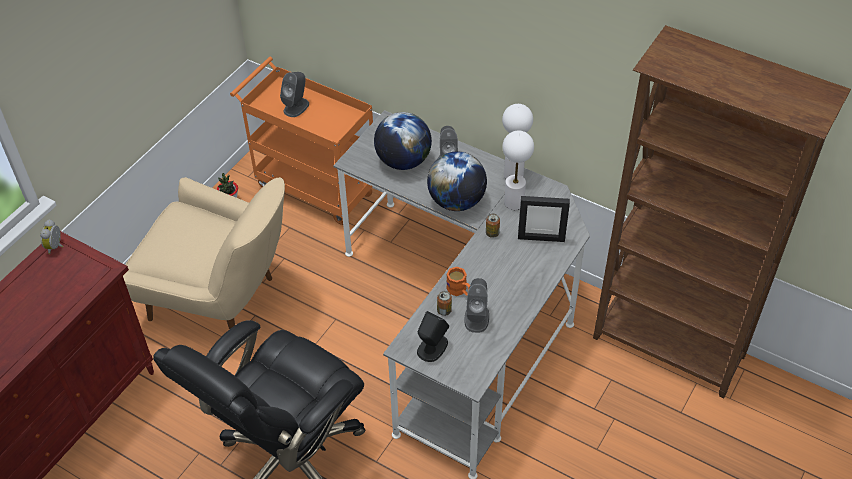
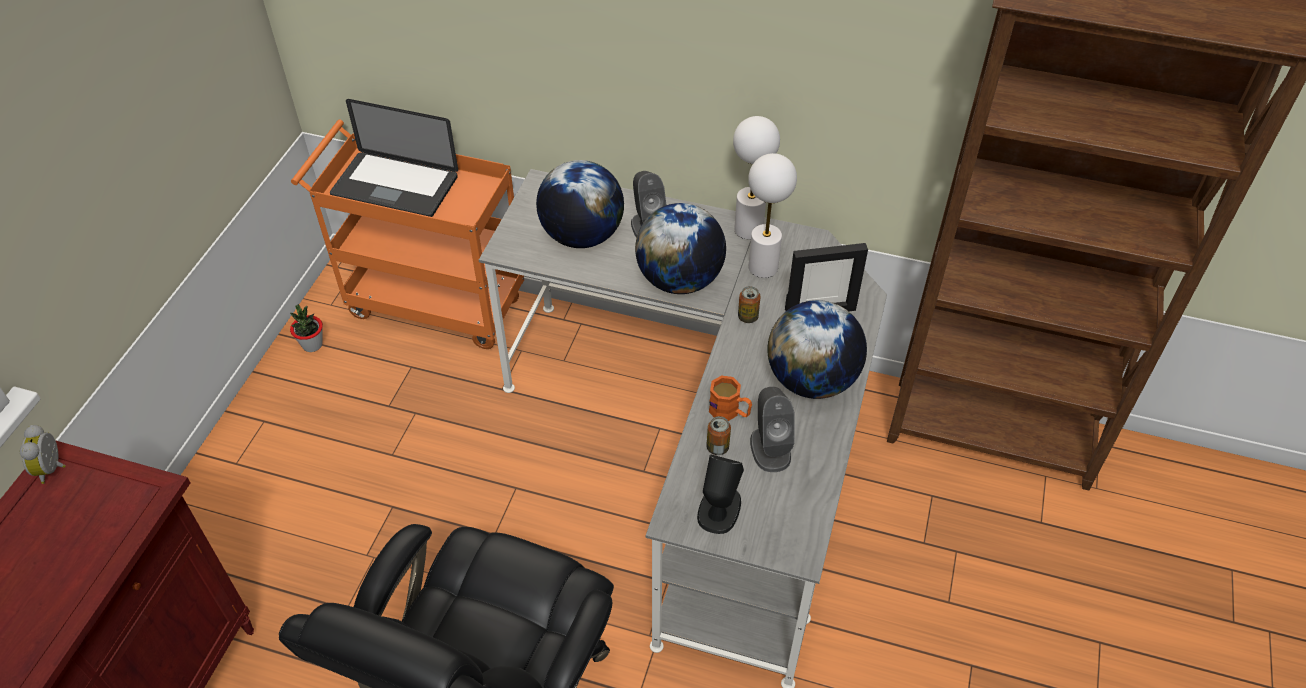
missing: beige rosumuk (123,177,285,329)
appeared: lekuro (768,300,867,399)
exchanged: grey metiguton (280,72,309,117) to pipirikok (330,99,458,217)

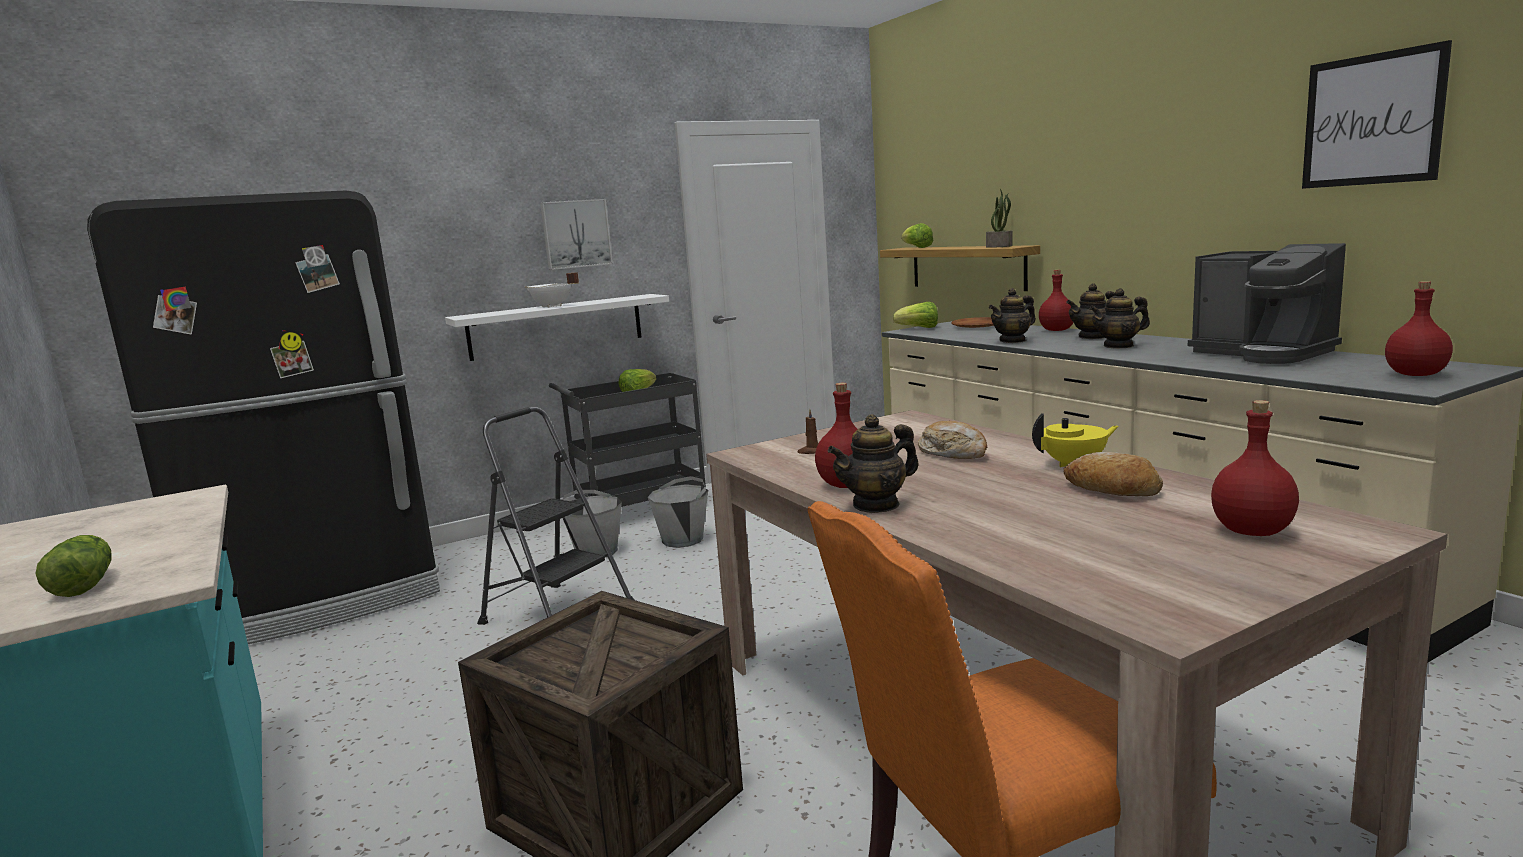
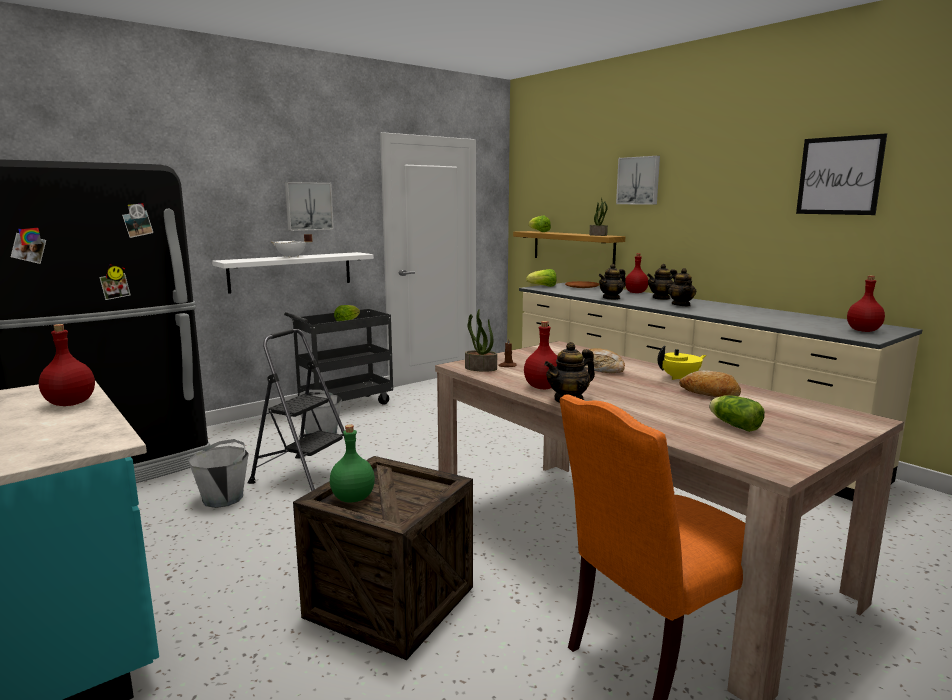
missing: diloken (1188,243,1346,364)
appeared: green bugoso (330,424,375,503); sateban (465,309,497,372); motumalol (616,156,660,205)
relocated: red bugoso (1211,400,1299,536) to (39,324,95,406); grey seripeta (648,476,708,548) to (188,439,249,508); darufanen (35,535,112,597) to (709,395,765,432)
spun: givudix (1089,288,1150,349) = (668,268,696,306) 75 degrees counterclockwise

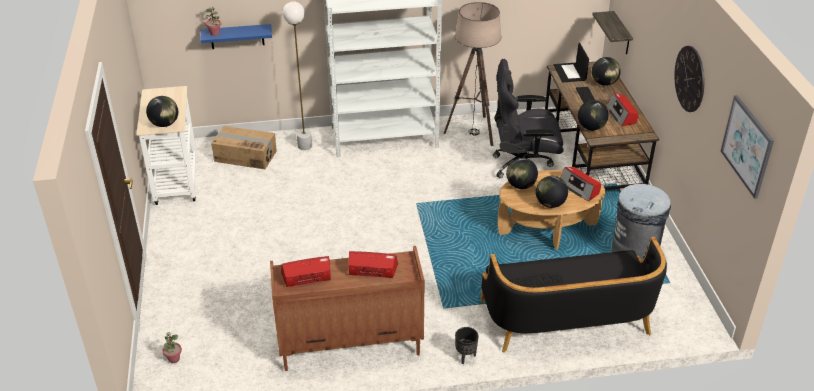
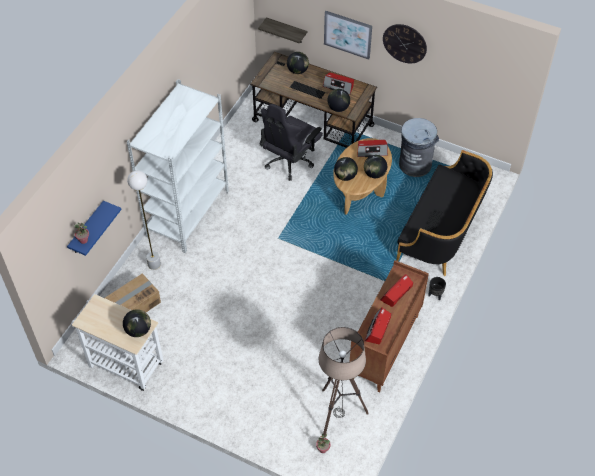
missing: pipirikok (554,42,589,82)
relocated: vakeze (444,2,501,146) to (319,327,368,437); motumalol (721,95,774,199) to (324,11,372,60)

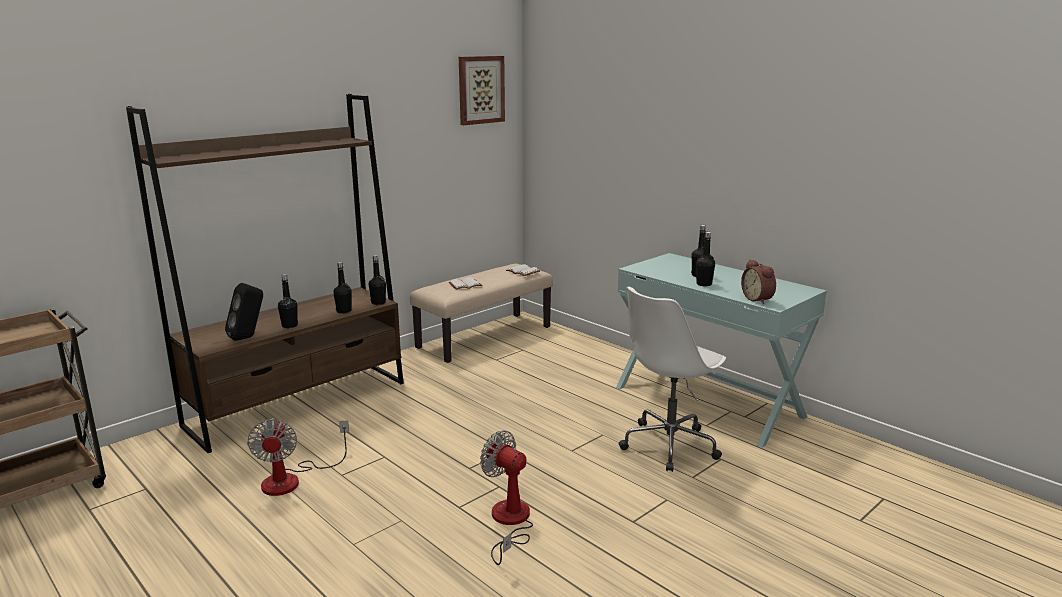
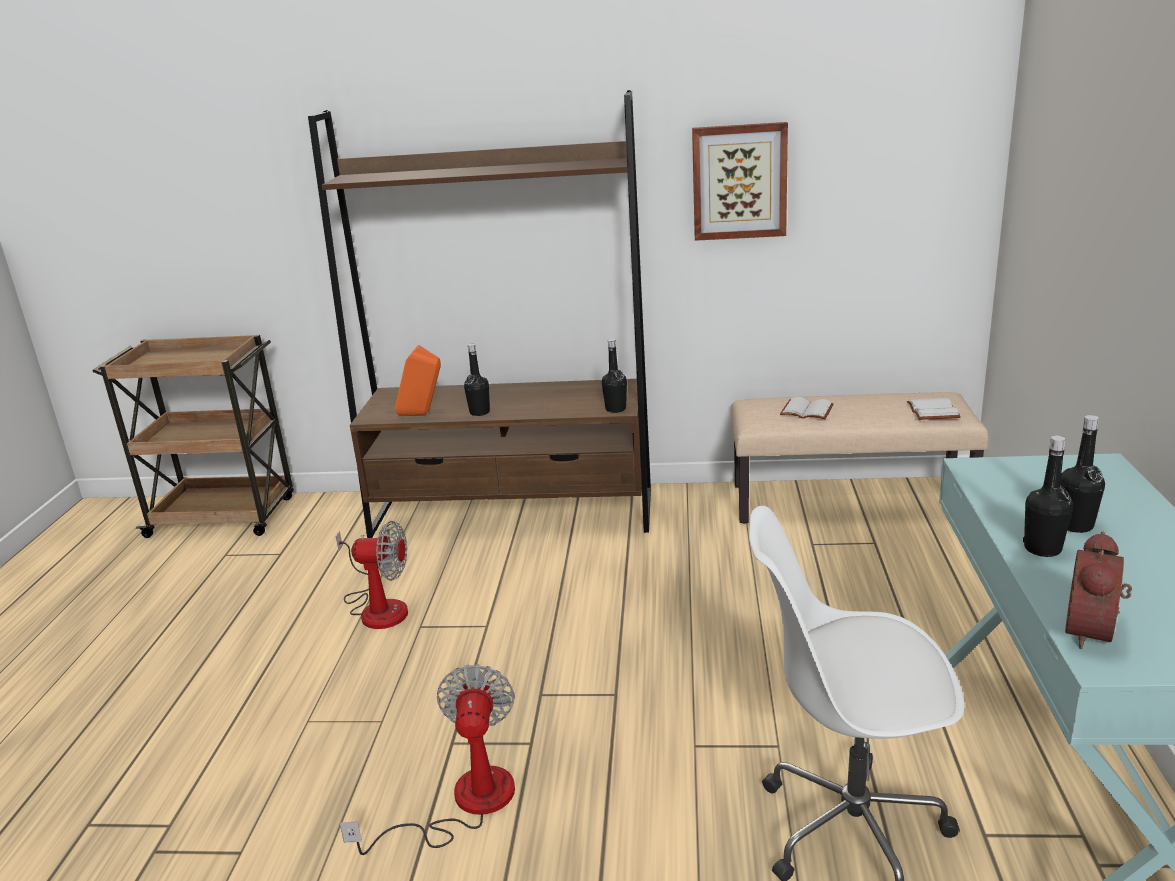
missing: black bugoso (333,262,352,314)
relocated: motumalol (459,56,505,125) to (692,122,788,241)
colour: black metiguton (225,283,263,341) to orange metiguton (395,345,441,416)
spun: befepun (247,418,349,496) = (336,521,408,629) 120 degrees counterclockwise

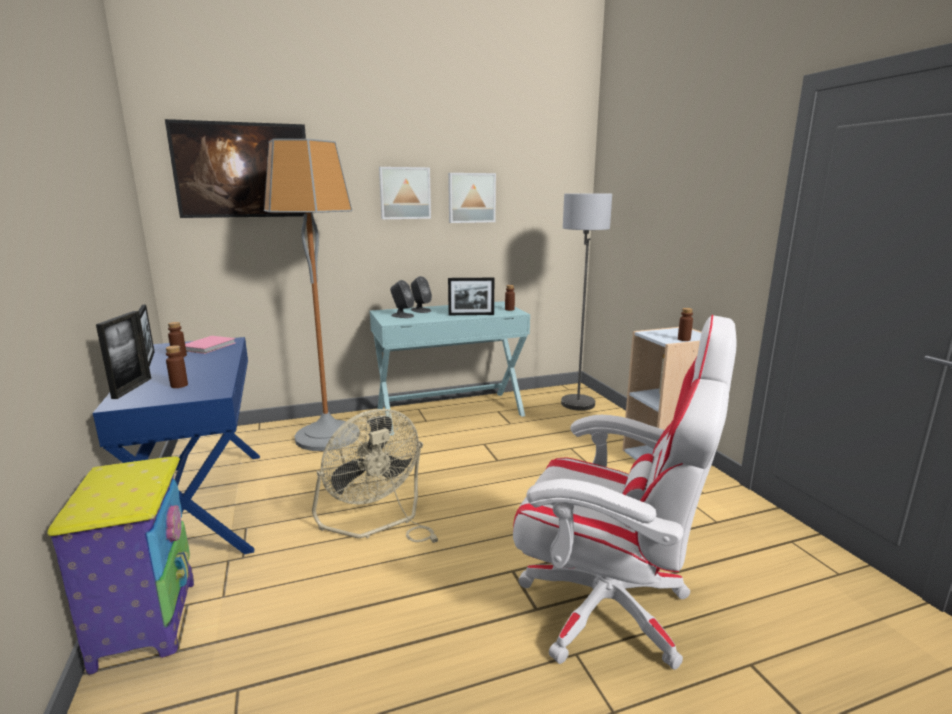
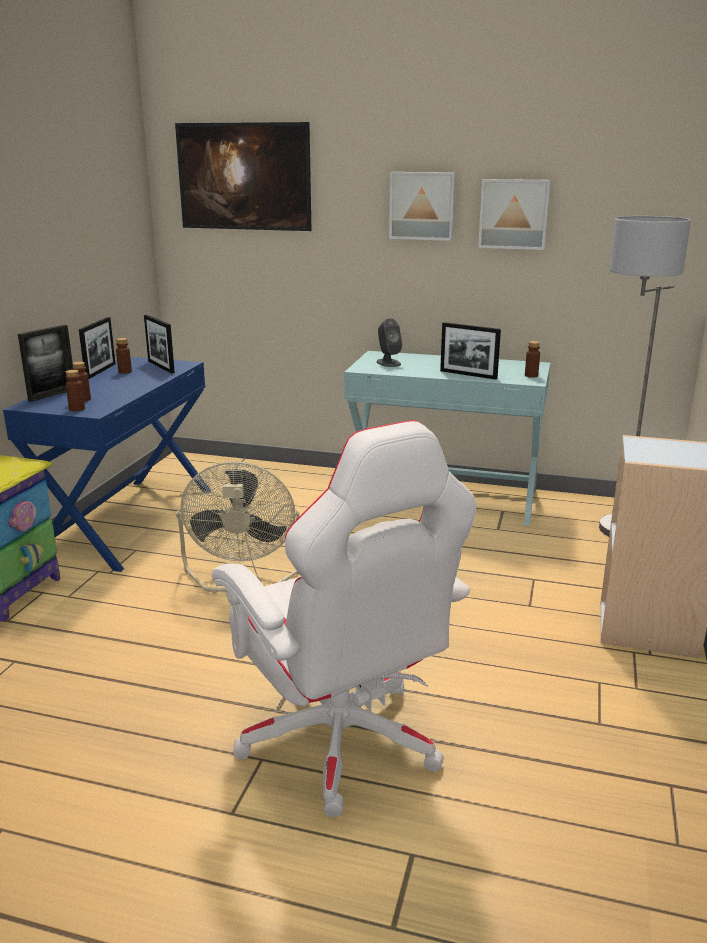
missing: vakeze (264,139,360,451); grey metiguton (411,276,432,313)
relocated: brown bugoso (678,308,693,341) to (66,370,85,411)
exchanged: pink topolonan (185,336,235,354) to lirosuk (144,315,175,374)

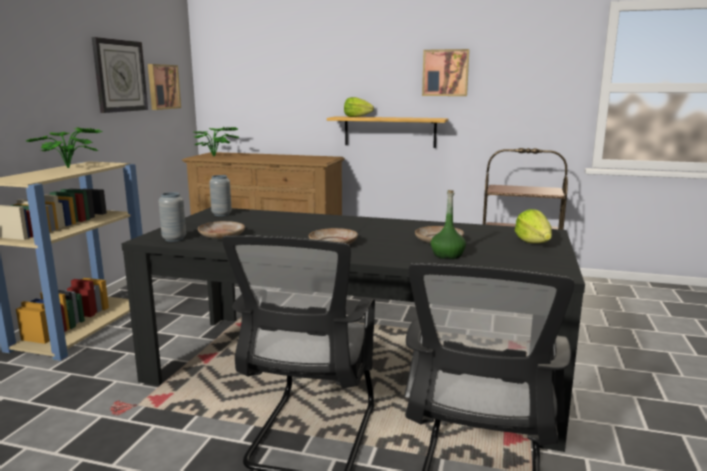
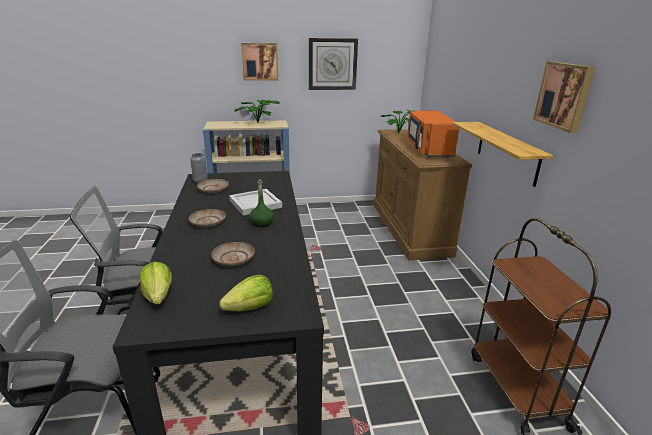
missing: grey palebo (209,175,232,216)
appeared: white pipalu (229,189,282,216); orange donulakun (407,110,459,157)
relocated: darufanen (344,97,374,117) to (140,262,172,305); motumalol (148,64,181,110) to (241,43,278,80); green bugoso (431,190,466,259) to (249,179,274,227)

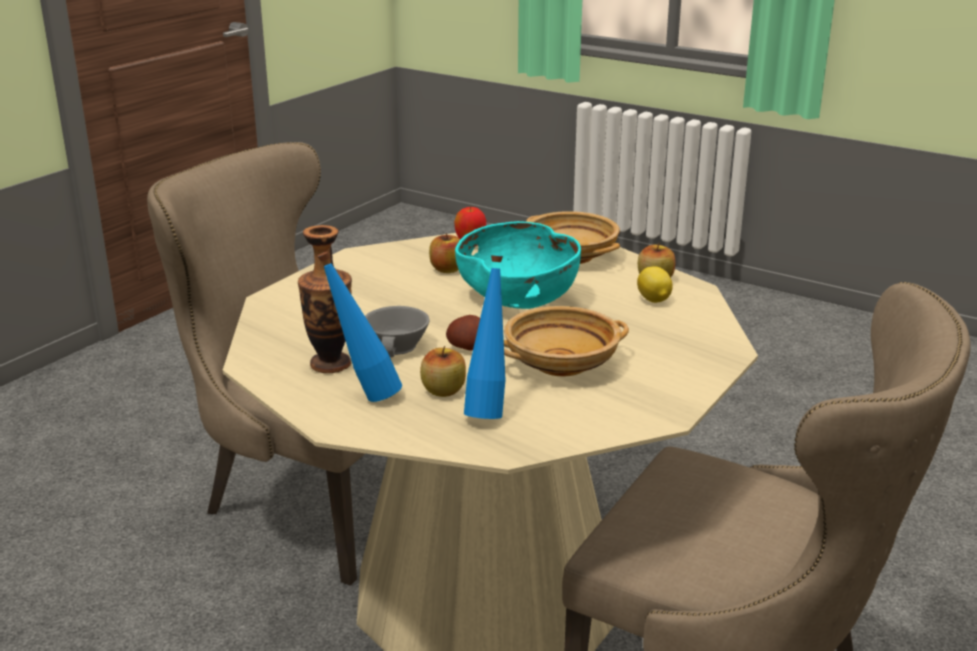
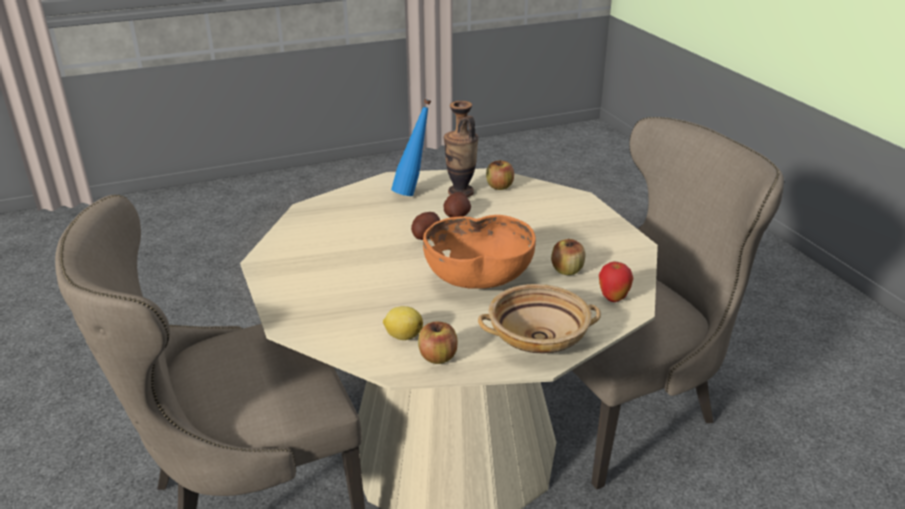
missing: blue bugoso (464,255,506,419); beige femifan (504,306,629,376)
relocated: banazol (420,346,466,397) to (486,159,514,190)
exchanged: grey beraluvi (365,306,430,358) to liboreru (444,192,471,218)
colour: turquoise femifan (455,221,581,309) to orange femifan (423,215,536,289)

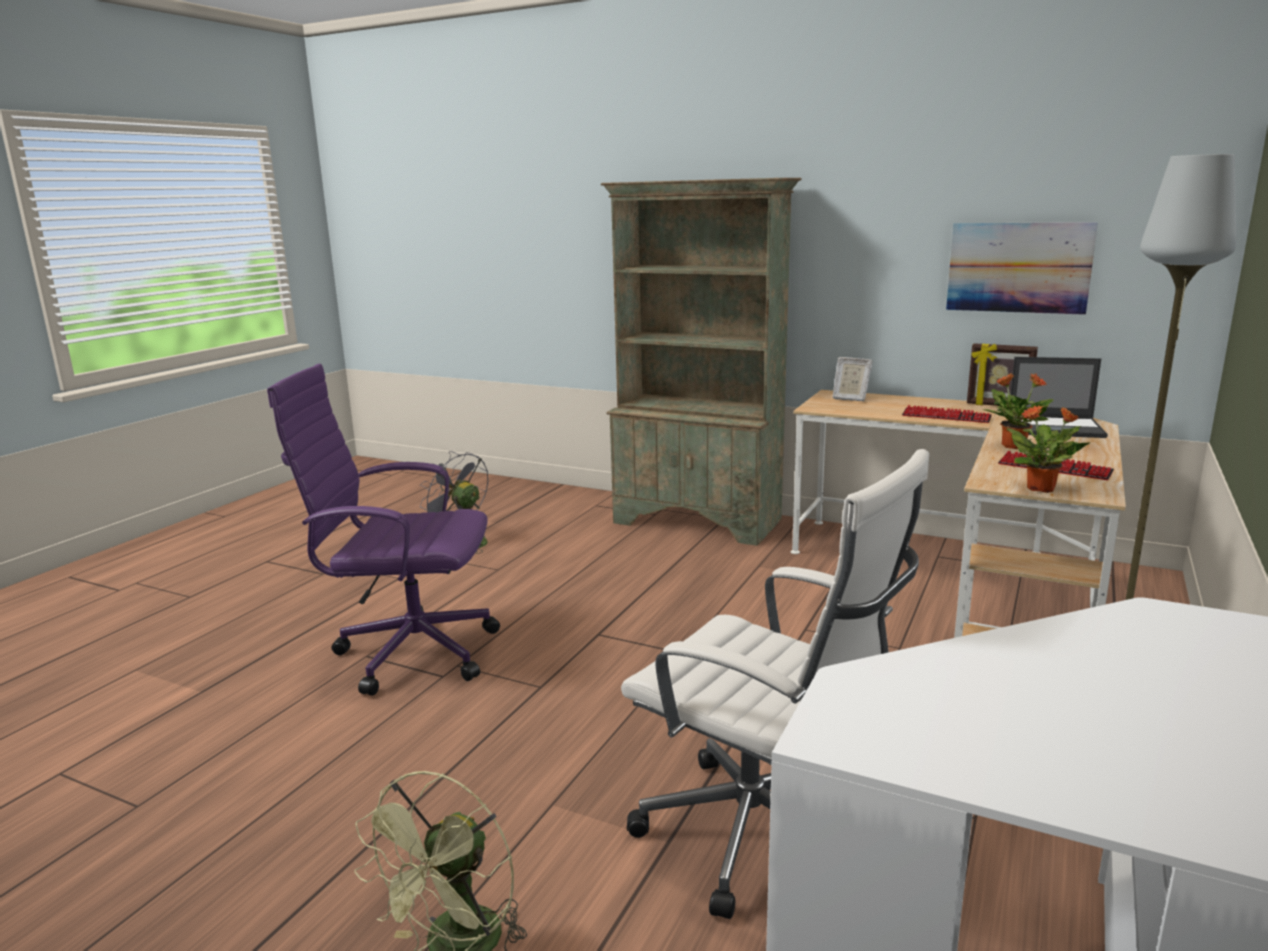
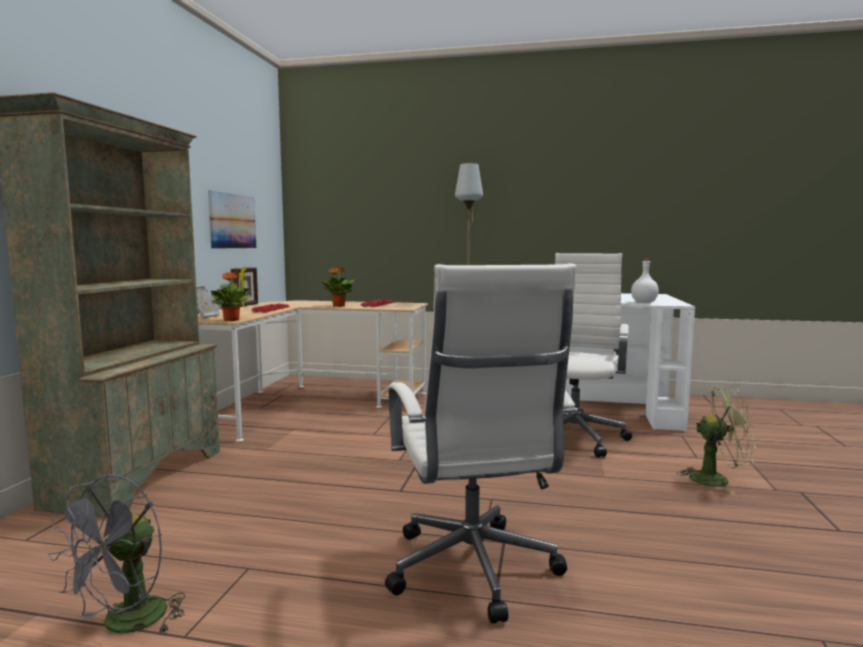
missing: pipirikok (1010,357,1108,438)
appeared: white bugoso (631,257,659,303)
relocated: sateban (1006,404,1090,493) to (211,272,252,321)
colour: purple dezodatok (267,364,500,696) to white dezodatok (385,263,578,624)

